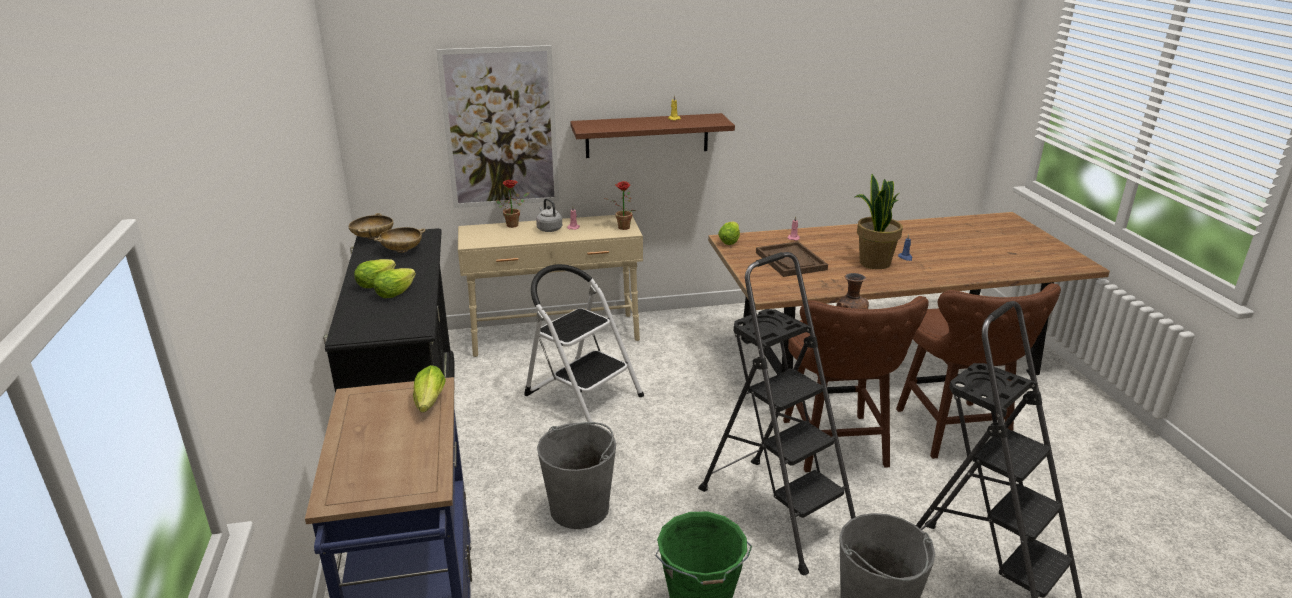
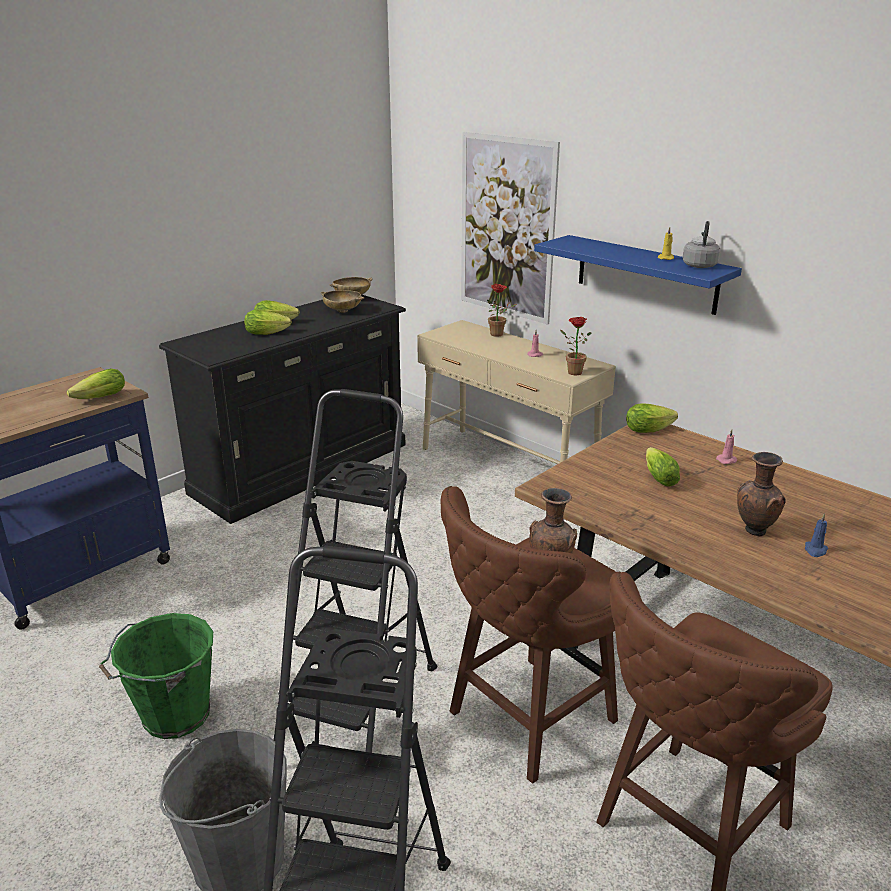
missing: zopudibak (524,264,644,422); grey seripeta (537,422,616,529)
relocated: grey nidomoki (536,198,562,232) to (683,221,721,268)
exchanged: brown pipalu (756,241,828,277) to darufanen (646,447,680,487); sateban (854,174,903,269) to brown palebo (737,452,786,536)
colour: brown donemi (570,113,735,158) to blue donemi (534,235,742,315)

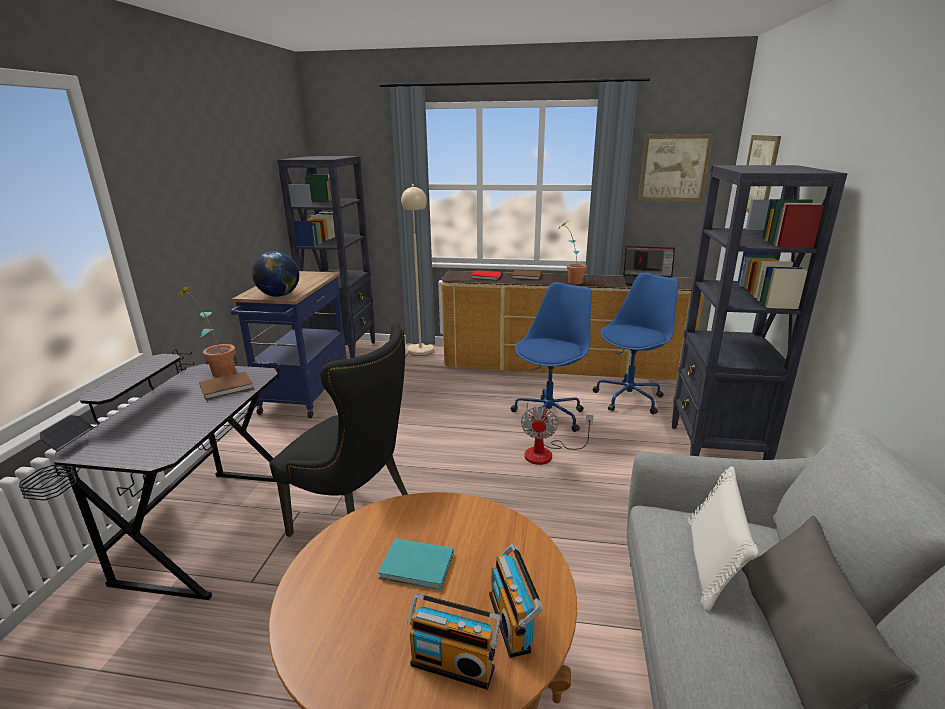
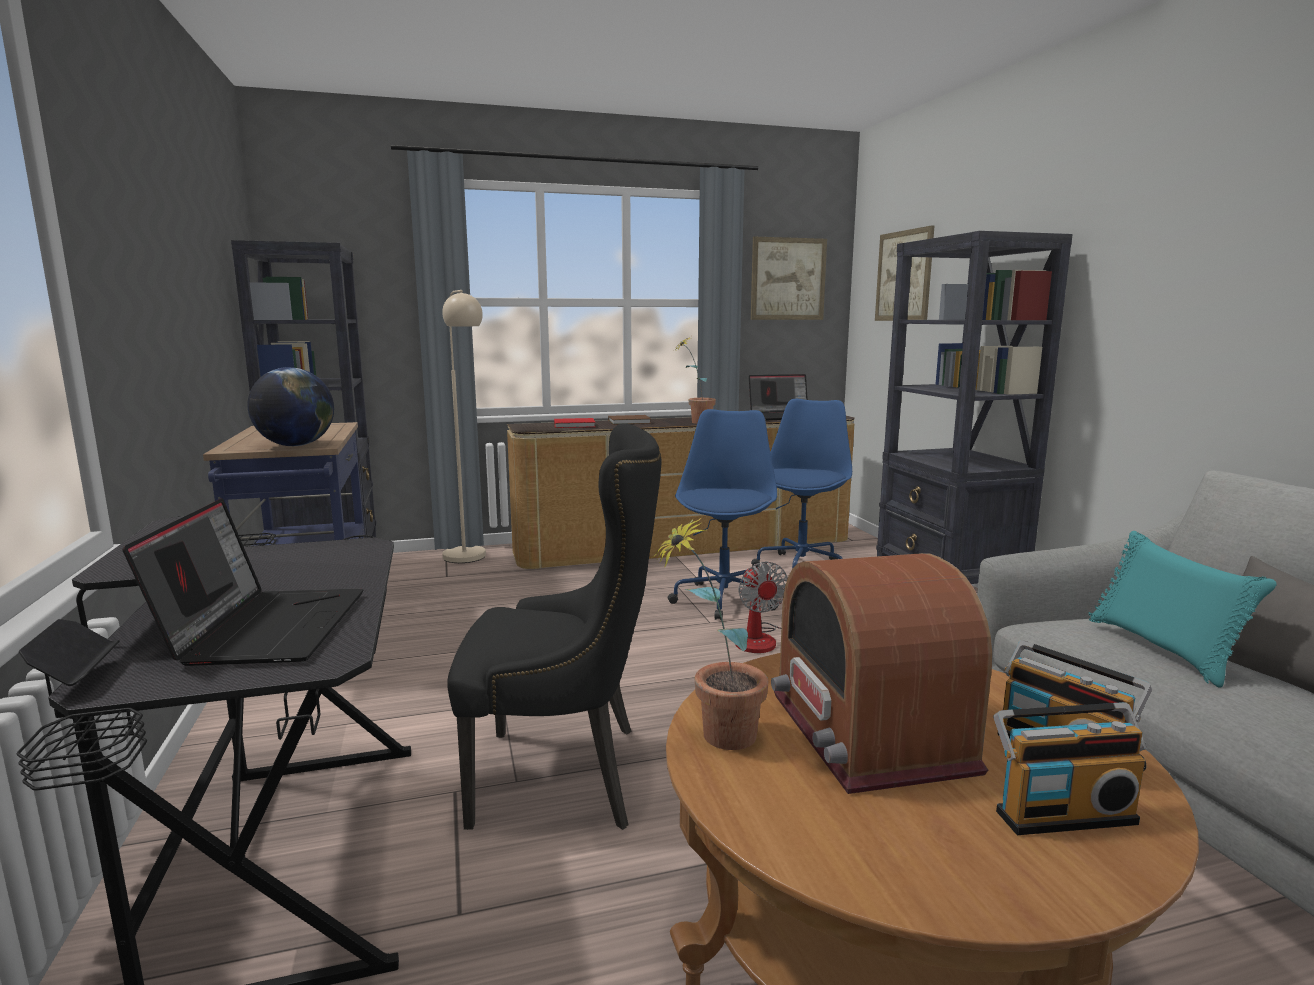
missing: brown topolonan (199,372,253,400)
appeared: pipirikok (122,498,364,666)
relocated: sateban (173,282,236,377) to (650,515,769,750)
exchanged: turquoise topolonan (378,539,454,590) to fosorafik (771,553,992,794)
colour: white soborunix (688,467,759,612) to turquoise soborunix (1088,531,1276,688)

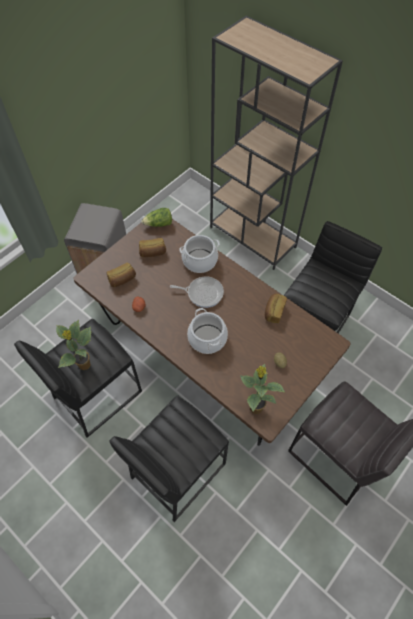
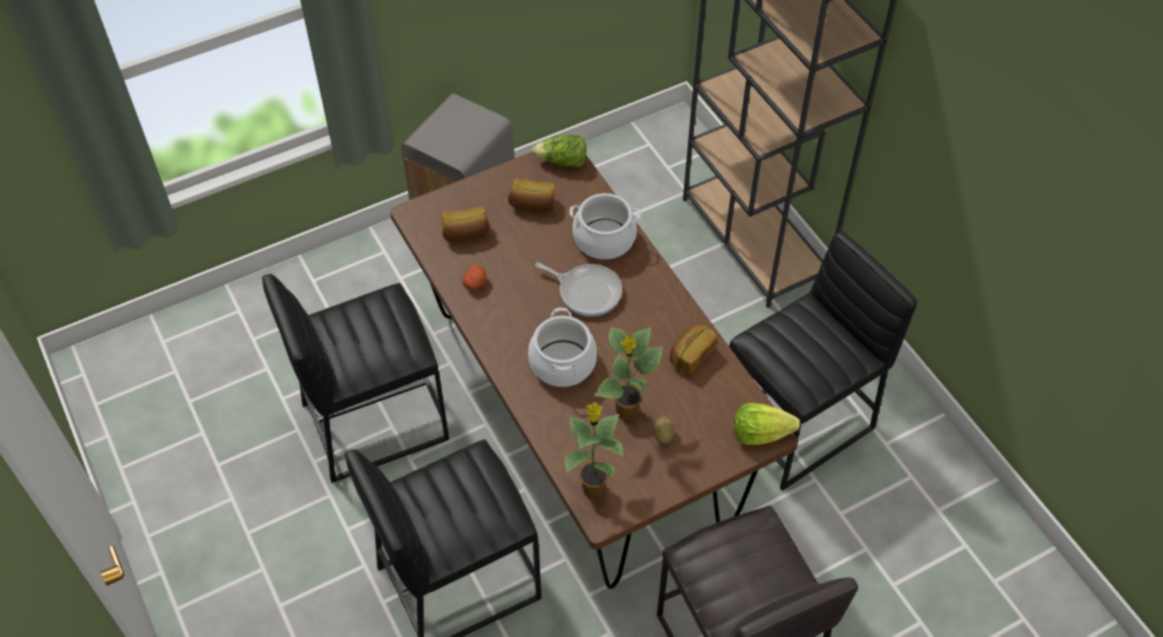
appeared: darufanen (734,403,801,445)
relocated: sateban (56,319,91,370) to (594,327,663,420)

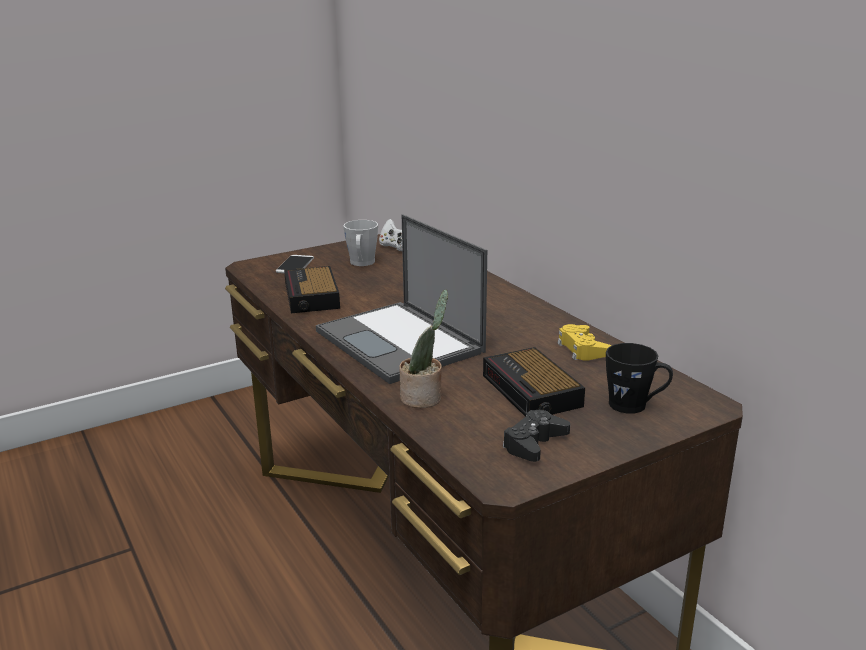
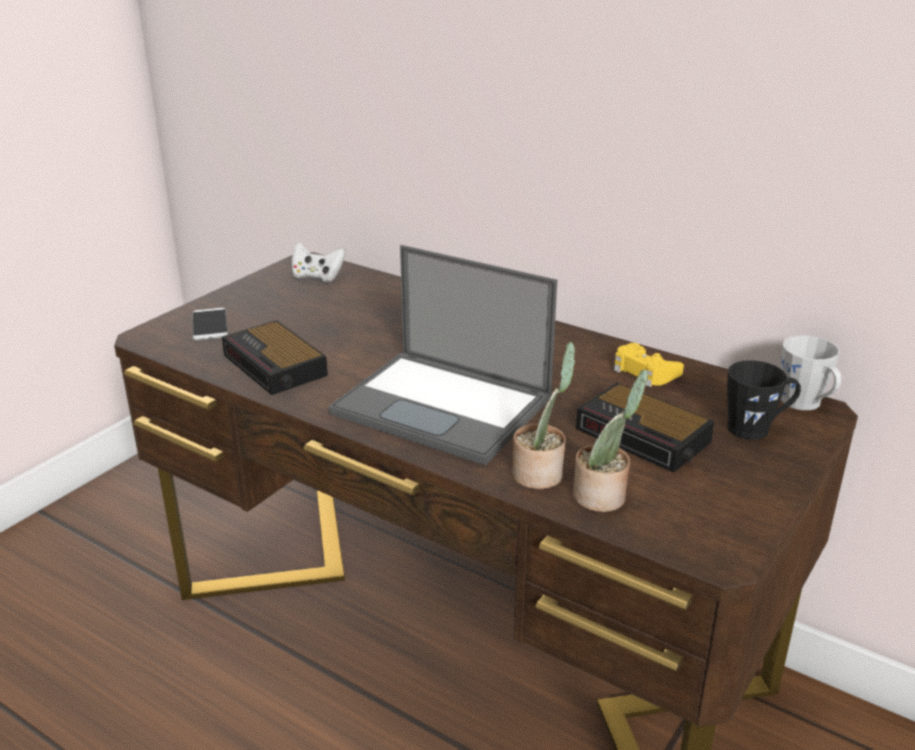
missing: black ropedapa (503,410,570,462)
appeared: sateban (573,370,648,512)
relocated: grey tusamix (343,220,378,266) to (781,335,841,410)

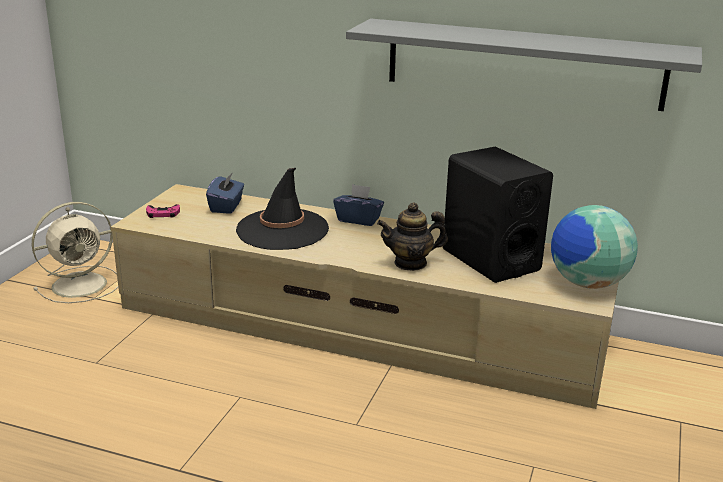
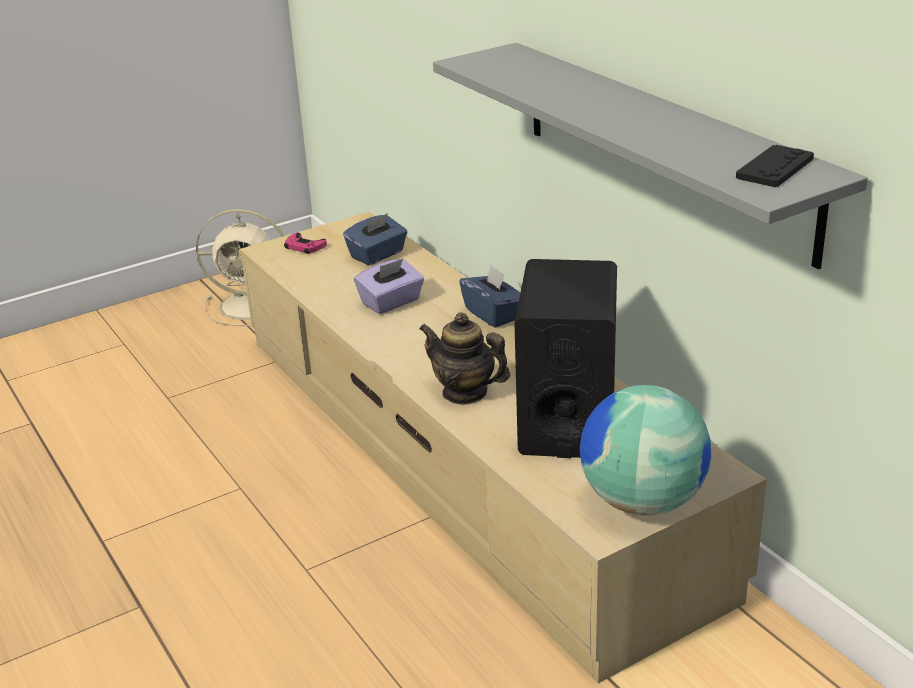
appeared: black ropedapa (736,145,814,187)
exchanged: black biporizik (236,168,329,250) to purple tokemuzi (354,259,424,314)

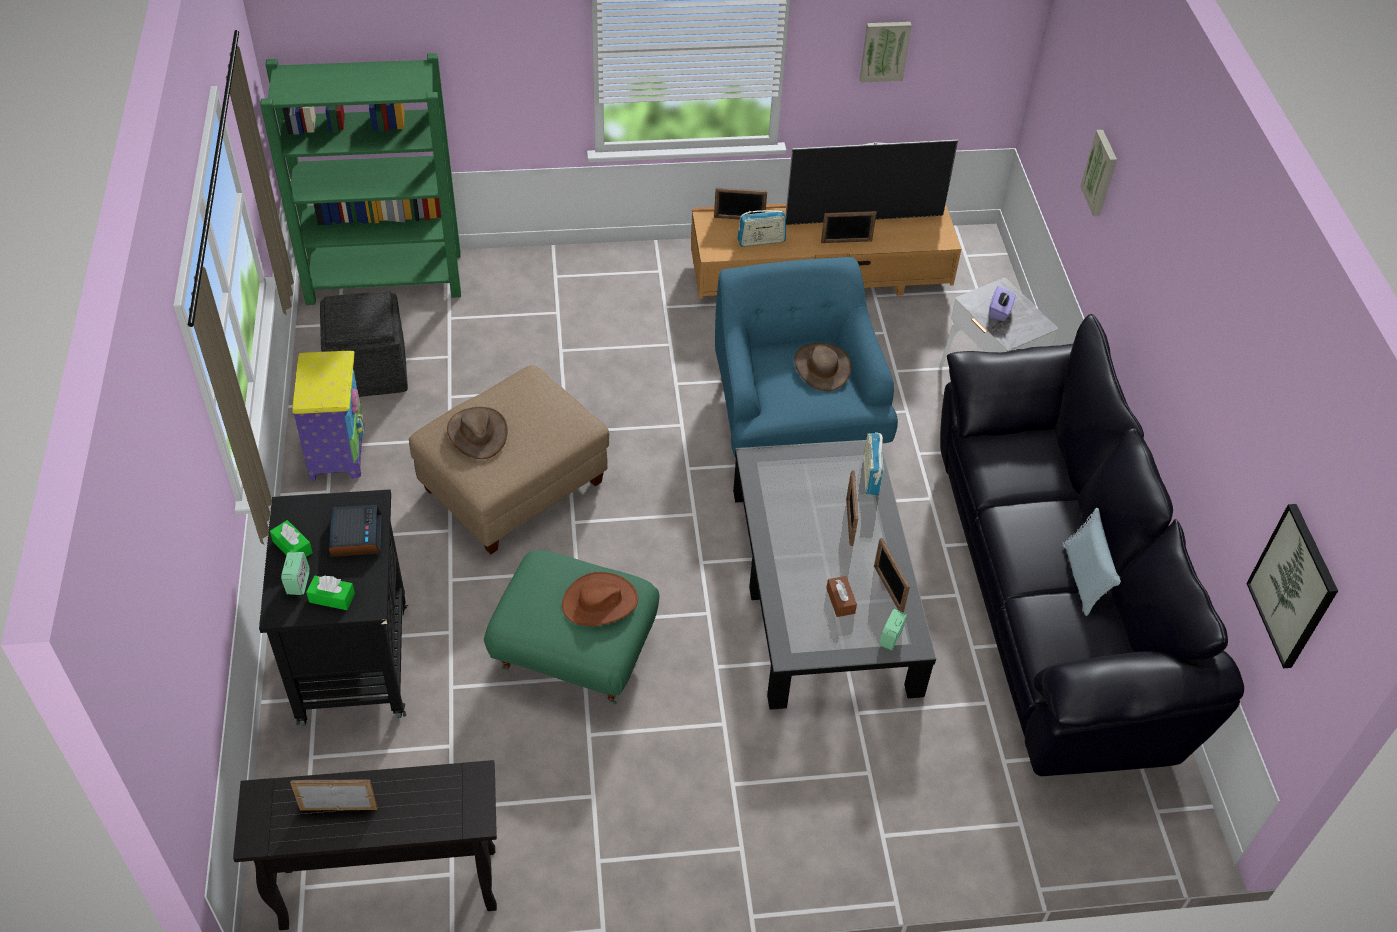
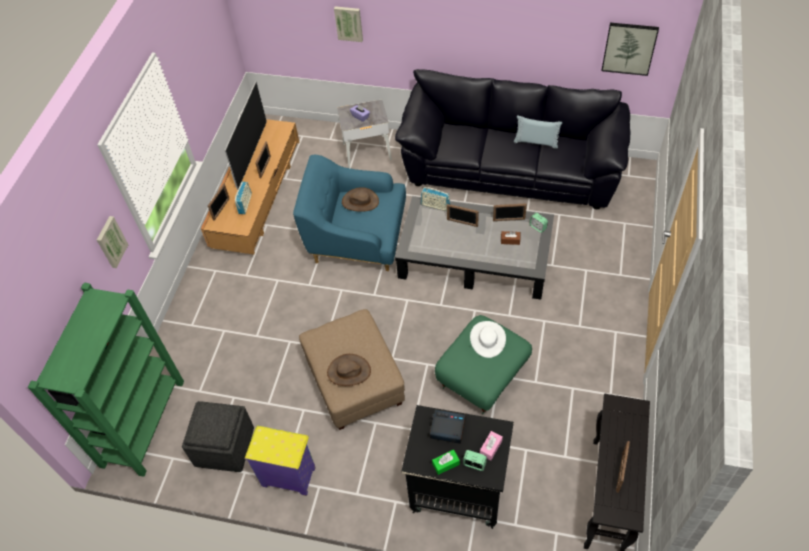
relocated: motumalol (860,22,912,83) to (97,216,128,268)
colour: brown biporizik (562,572,638,626) to white biporizik (470,321,506,358); green tokemuzi (306,576,355,610) to pink tokemuzi (480,431,503,460)

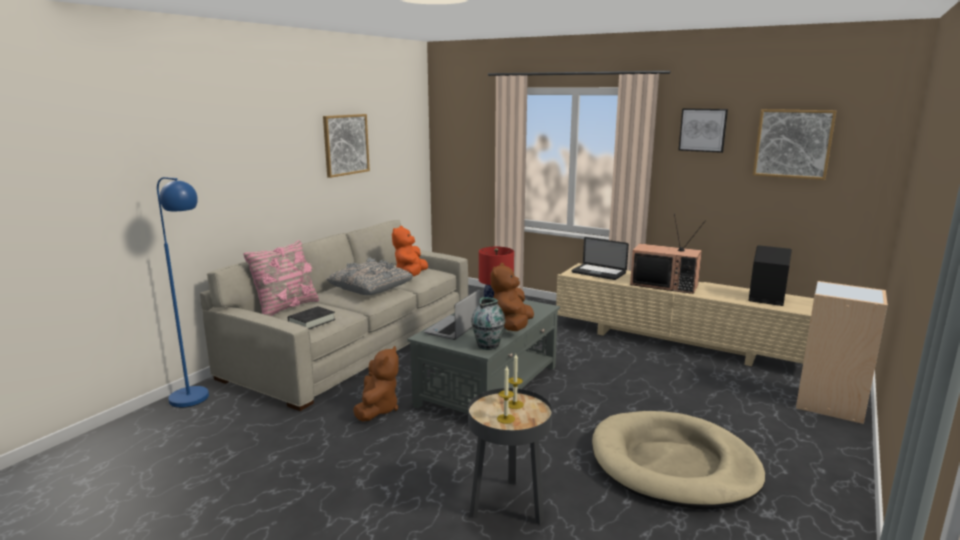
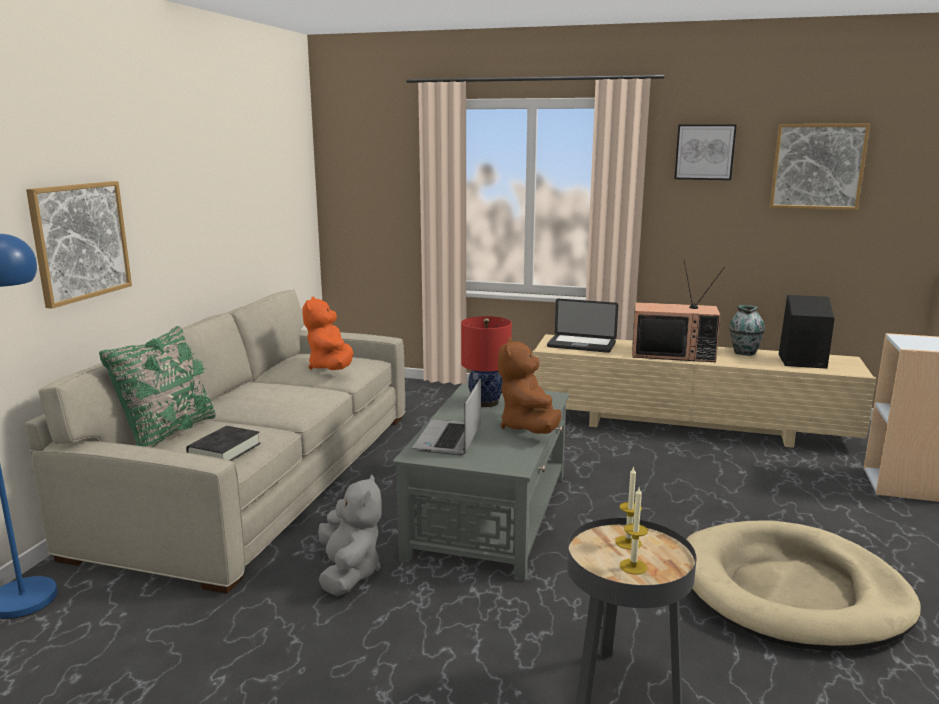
missing: grey soborunix (327,257,413,295)
relocated: motumalol (323,114,370,178) to (26,181,132,309); palebo (471,297,505,350) to (729,305,765,356)
colour: pink soborunix (244,240,319,316) to green soborunix (99,326,216,448); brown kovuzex (353,346,399,422) to grey kovuzex (318,474,382,596)

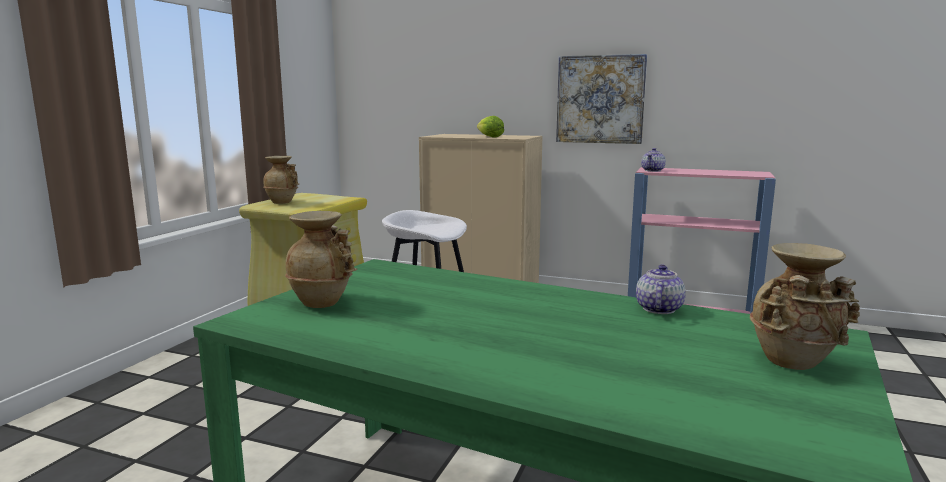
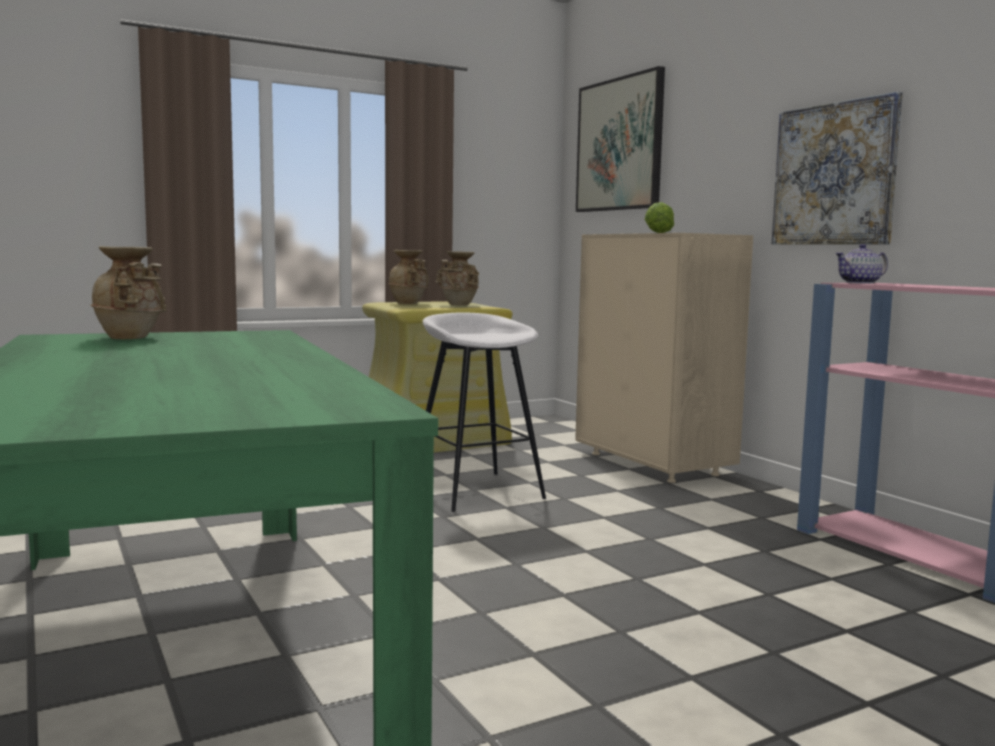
missing: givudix (636,265,686,314)
appeared: motumalol (576,66,665,212)
relocated: beige palebo (750,243,860,370) to (436,251,479,305)

